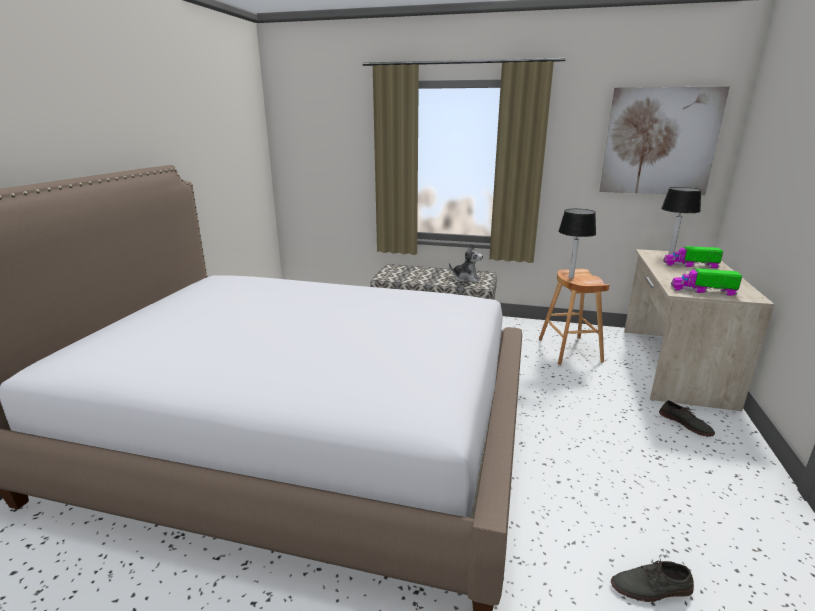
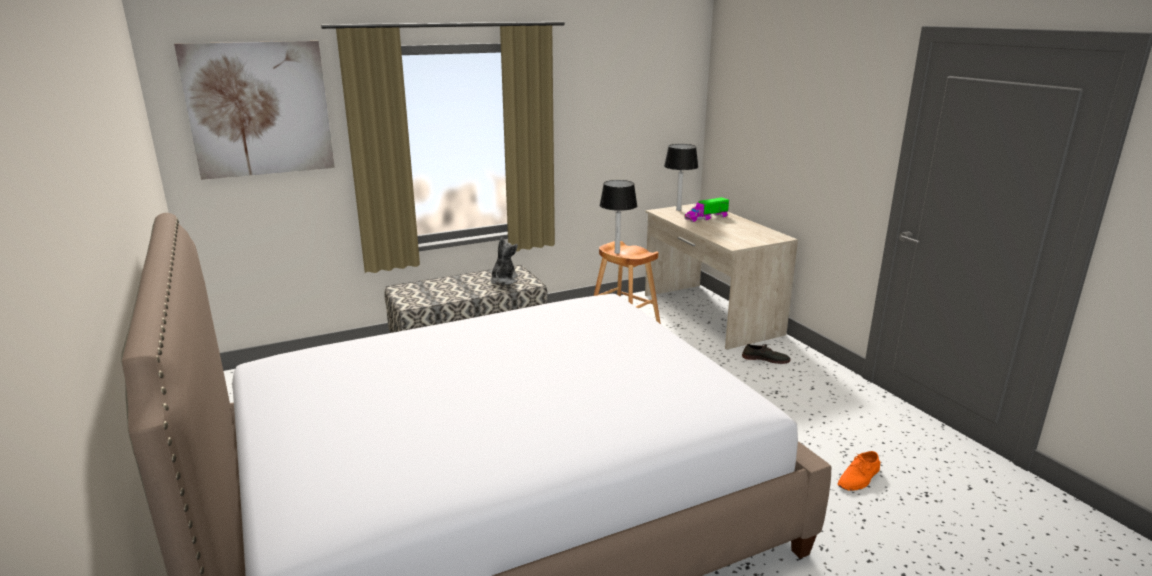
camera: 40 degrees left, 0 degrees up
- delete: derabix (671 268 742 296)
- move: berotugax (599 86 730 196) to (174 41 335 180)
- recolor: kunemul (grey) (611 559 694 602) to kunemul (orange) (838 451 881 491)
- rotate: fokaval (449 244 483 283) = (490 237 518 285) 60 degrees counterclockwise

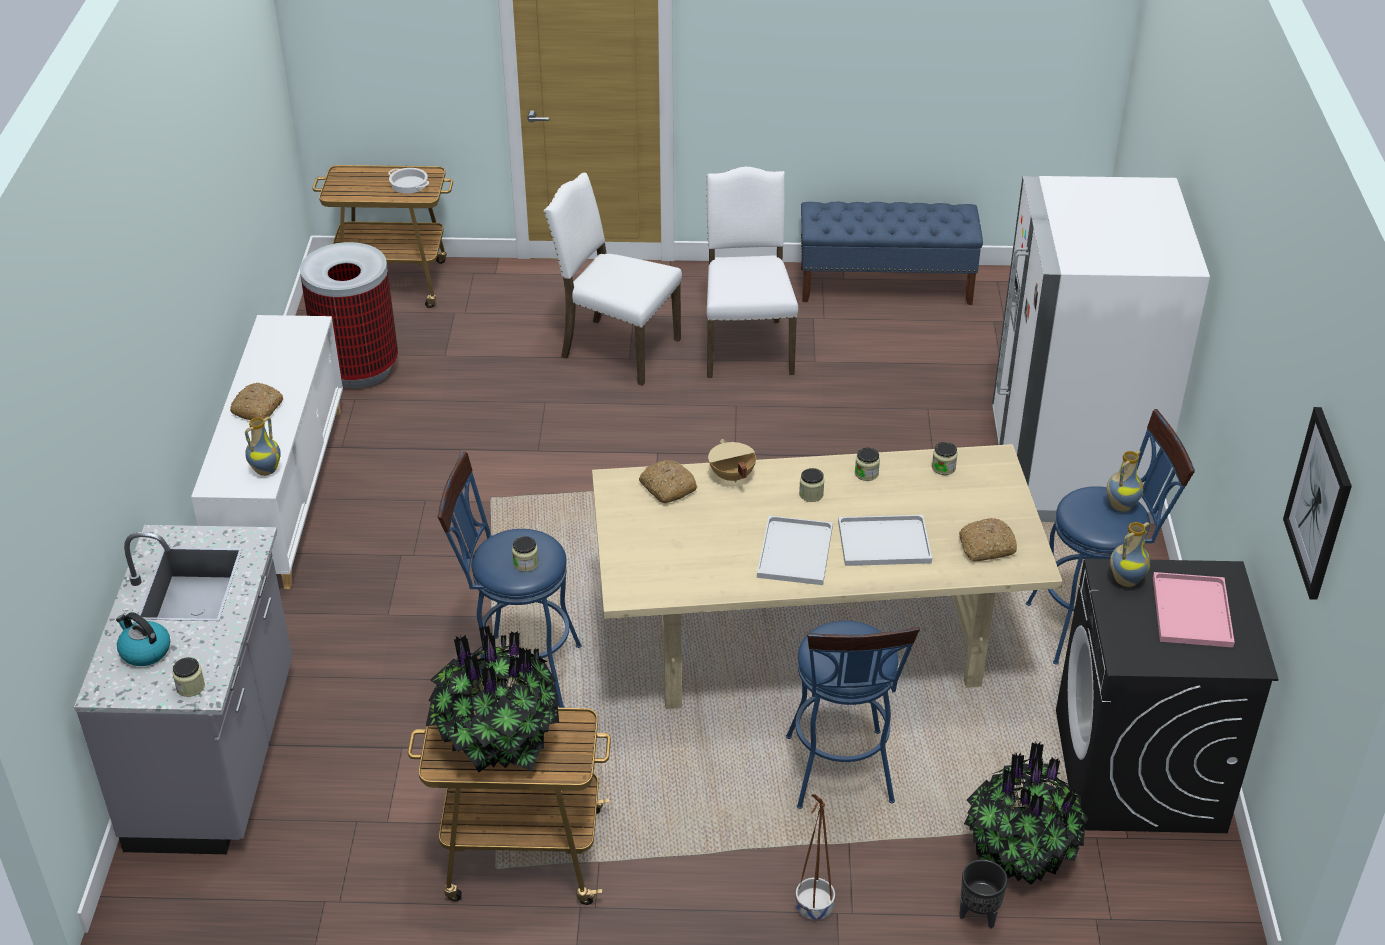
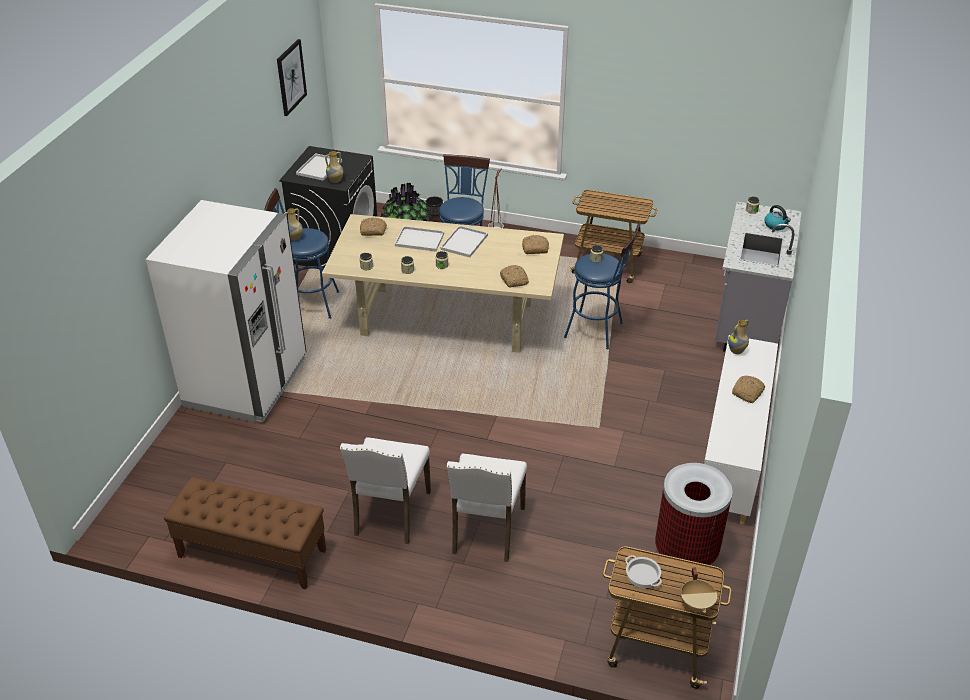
camera: 165 degrees left, 0 degrees up
- delete: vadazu (426 625 559 773)
- insert: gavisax (522 235 549 254)
- move: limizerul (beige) (708 439 756 483) to (681 567 717 613)
- recolor: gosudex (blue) (801 202 983 305) to gosudex (brown) (164 477 326 589)
- recolor: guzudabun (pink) (1153 572 1235 647) to guzudabun (white) (296 153 342 181)
- rotate: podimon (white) (543 173 682 386) = (446 453 527 562) 60 degrees clockwise

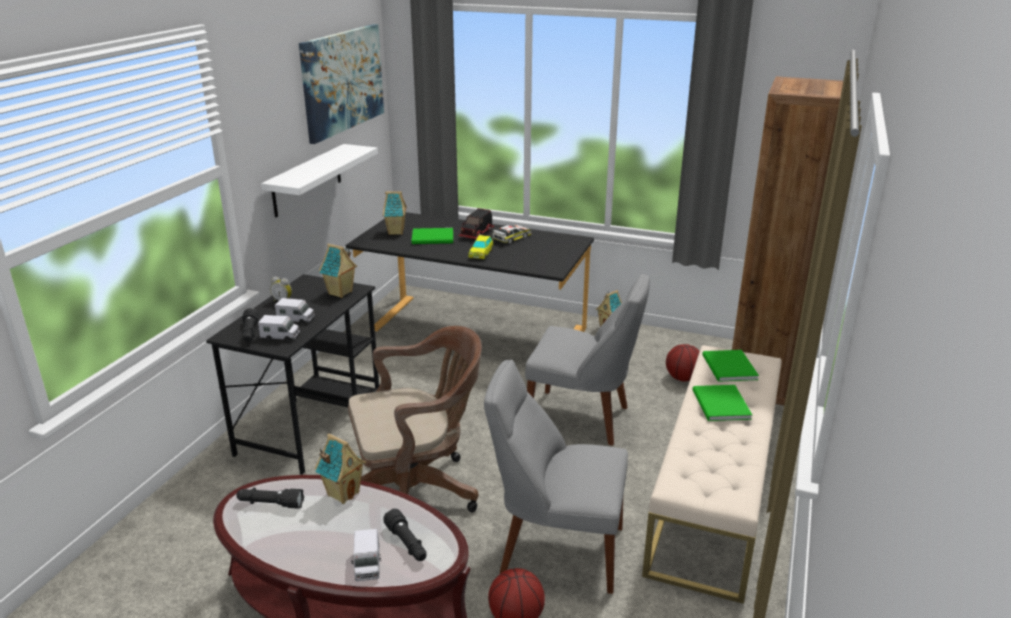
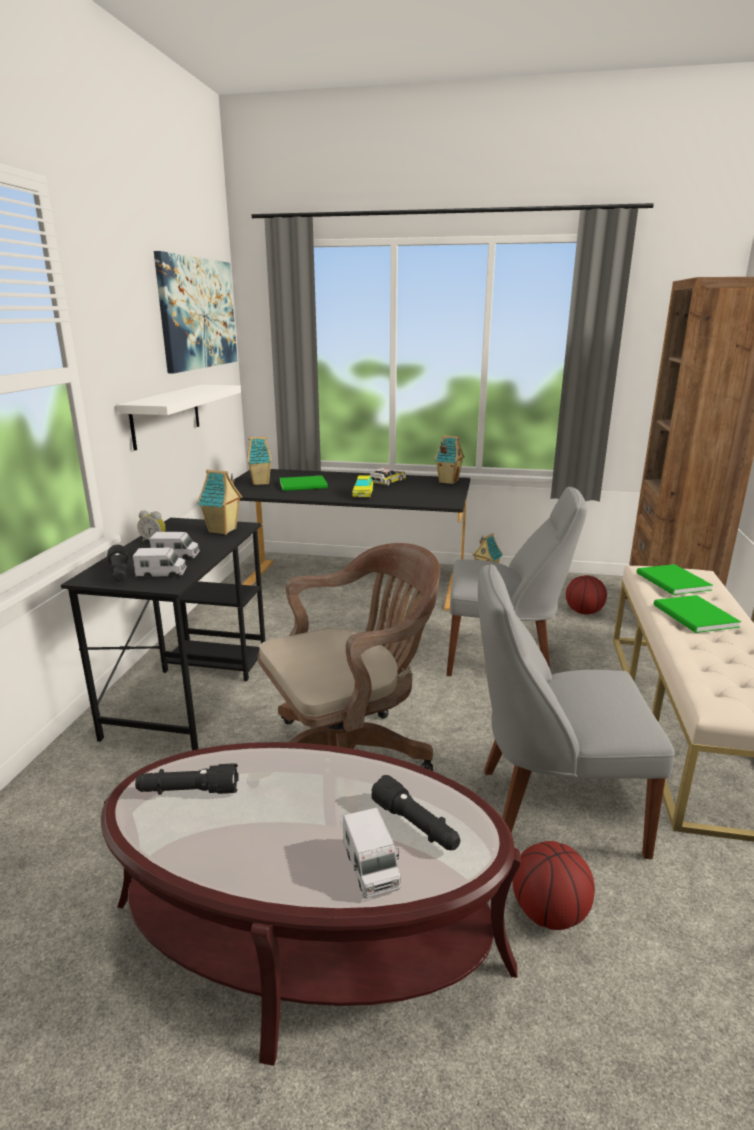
camera: 10 degrees left, 5 degrees down
- delete: derabix (458 208 494 239)
- move: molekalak (315 434 366 504) to (434 435 465 484)

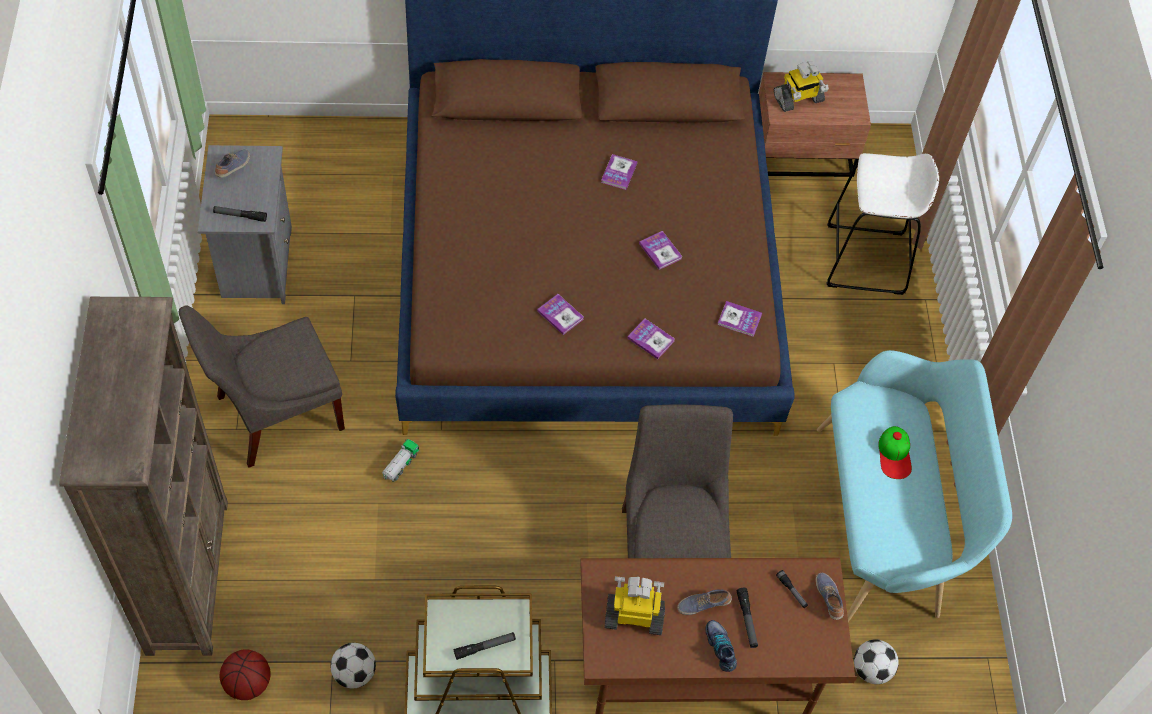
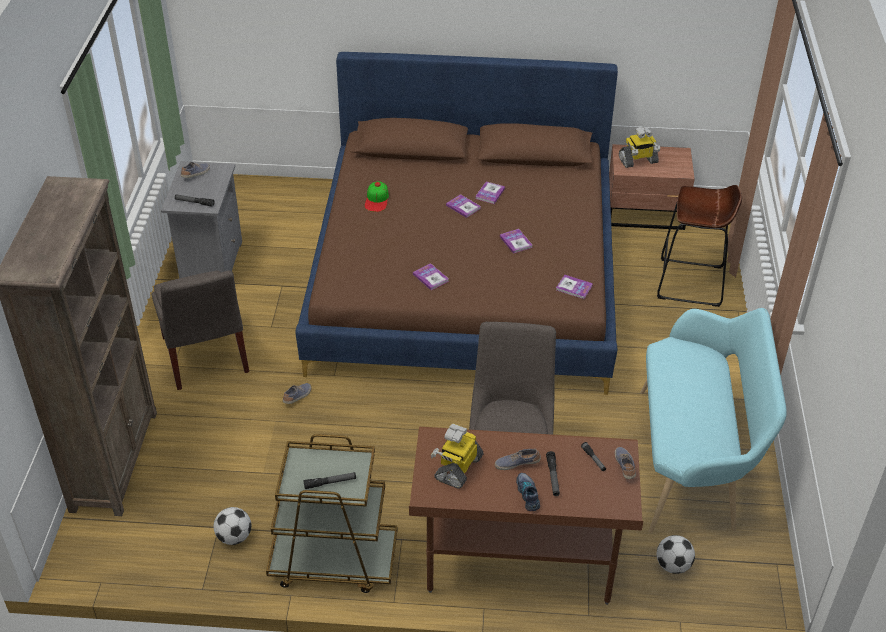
camera: 10 degrees right, 15 degrees down
- delete: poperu (220 649 271 700)
- move: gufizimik (627 318 675 359) to (446 194 481 218)
- move: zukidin (878 426 912 479) to (365 181 389 212)
- replace: derabix (382 439 419 482) to kunemul (283 383 311 404)
- recolor: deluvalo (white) (827 153 939 295) to deluvalo (brown) (657 185 742 307)
- rotate: podimon (grey) (179 305 345 468) = (152 271 249 390) 90 degrees counterclockwise
- rotate: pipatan (604 576 665 635) = (431 423 484 489) 75 degrees counterclockwise

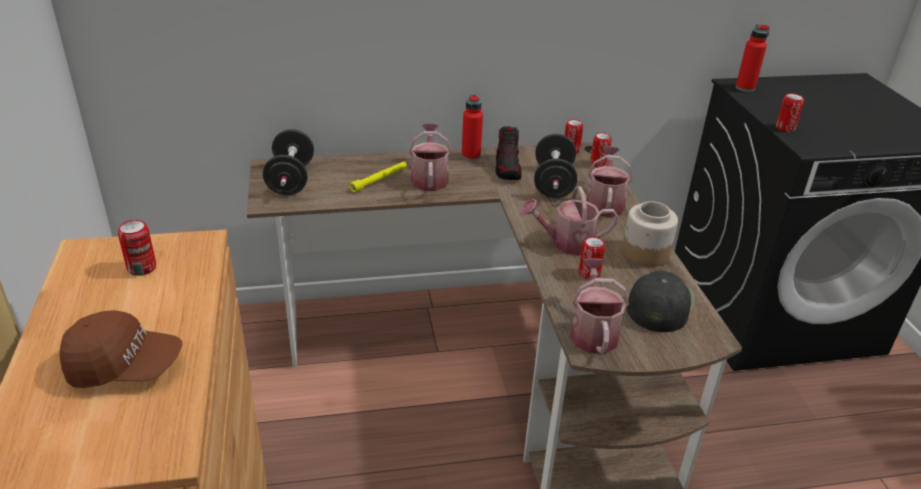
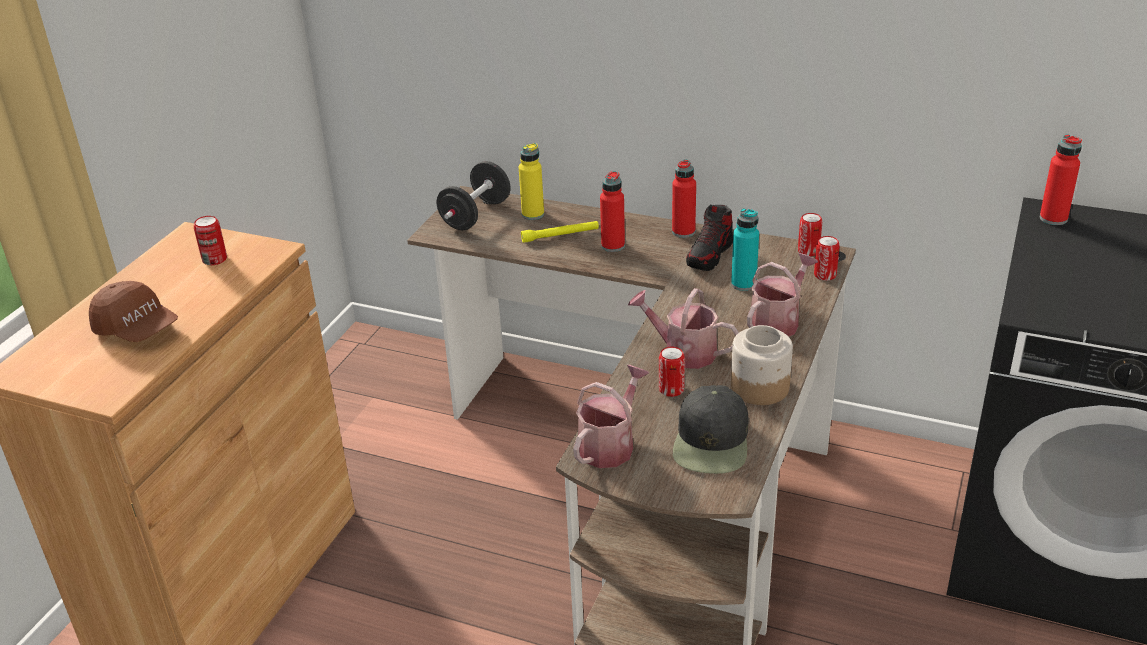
camera: 35 degrees right, 0 degrees up
- delete: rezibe (776 93 804 132)
- insert: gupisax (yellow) (519 143 544 220)
- replace: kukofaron (409 123 452 191) to gupisax (red) (600 171 625 252)
- replace: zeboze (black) (534 134 577 198) to gupisax (turquoise) (731 208 759 291)
- rotate: zukidin (black) (627 270 695 332) = (673 385 748 474) 135 degrees clockwise

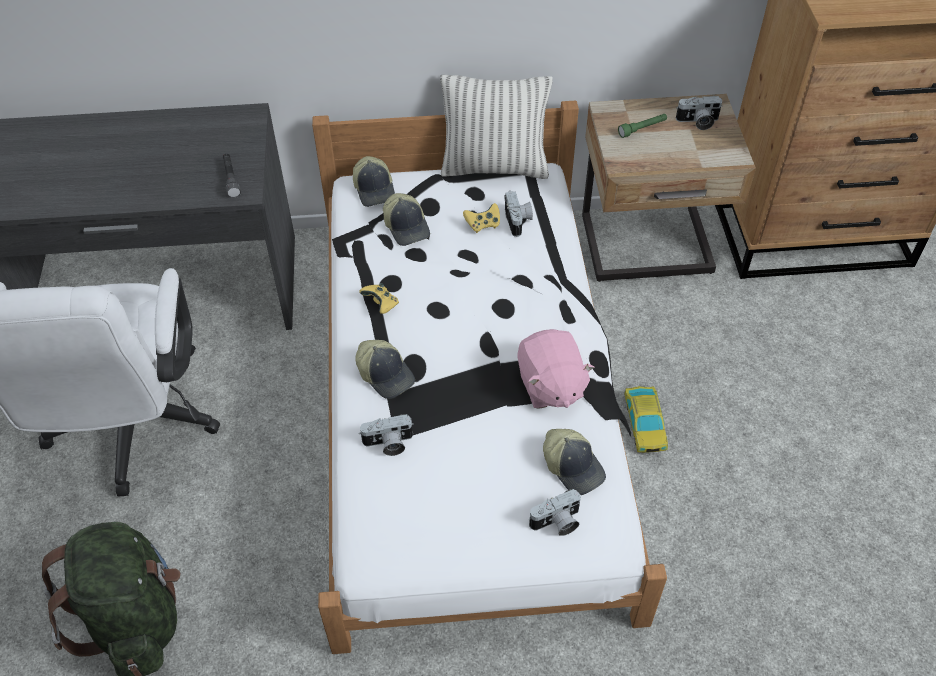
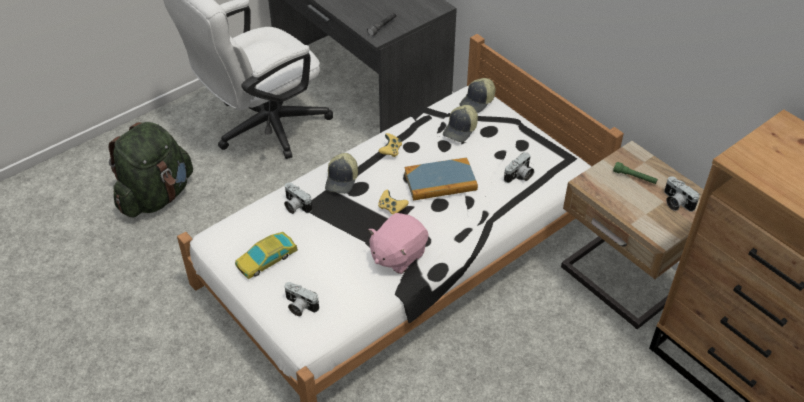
camera: 55 degrees right, 5 degrees down
- delete: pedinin (440 75 553 179)
- delete: zukidin (543 429 606 495)
- insert: gufizimik (404 158 478 201)
- move: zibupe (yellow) (463 203 500 233) to (378 190 409 215)
- move: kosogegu (624 386 668 453) to (235 232 298 279)

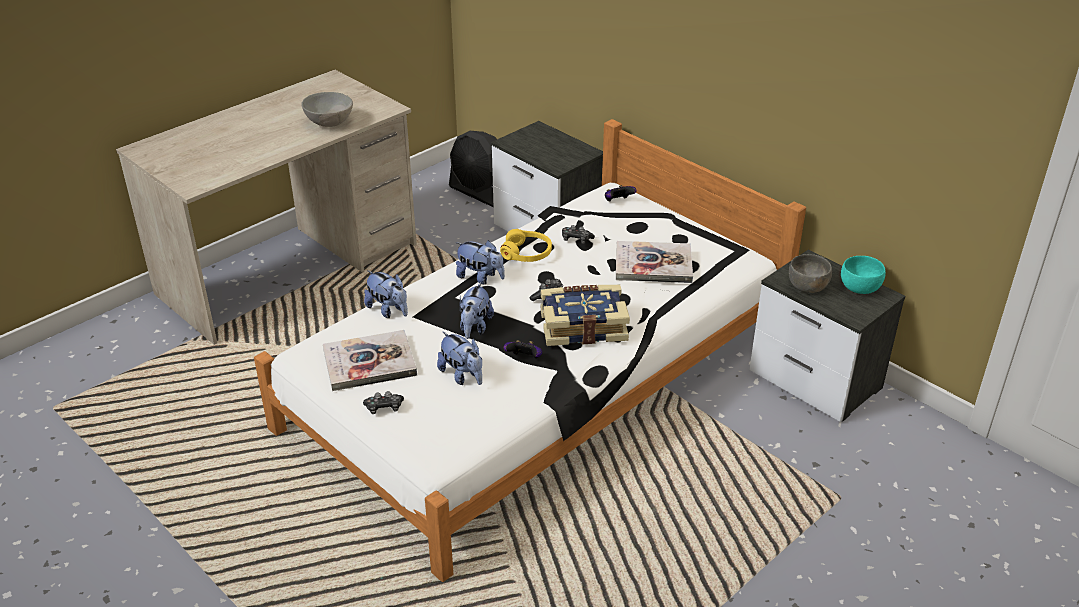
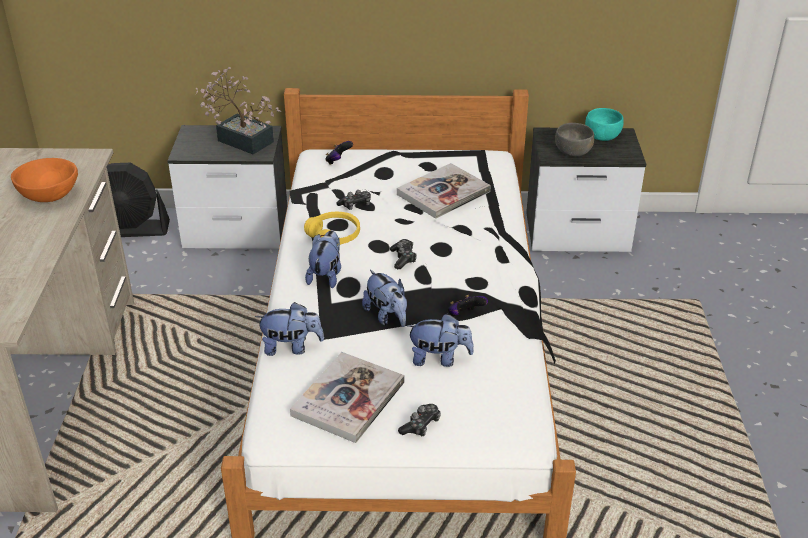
camera: 45 degrees left, 0 degrees up
- delete: gufizimik (540 285 630 346)
- insert: vadazu (196 67 281 154)
- recolor: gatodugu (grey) (301 92 353 127) to gatodugu (orange) (11 158 78 202)
- rotate: fokaval (455 240 505 284) = (305 230 341 288) 60 degrees counterclockwise

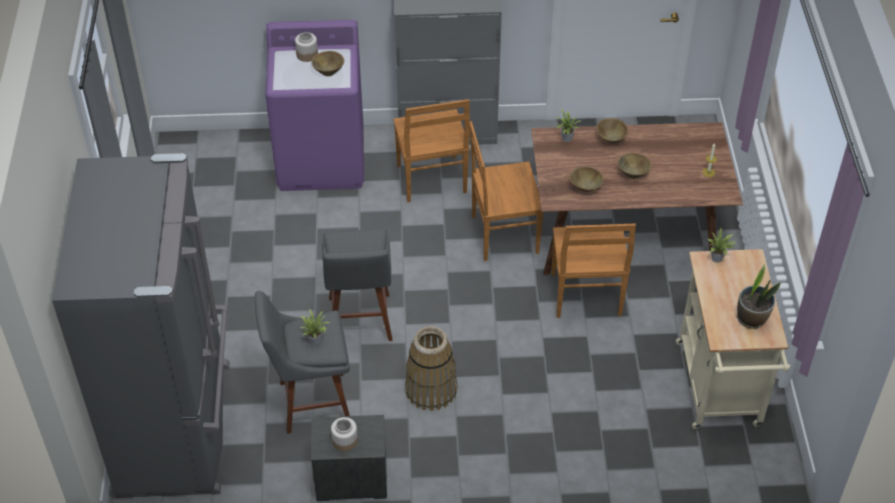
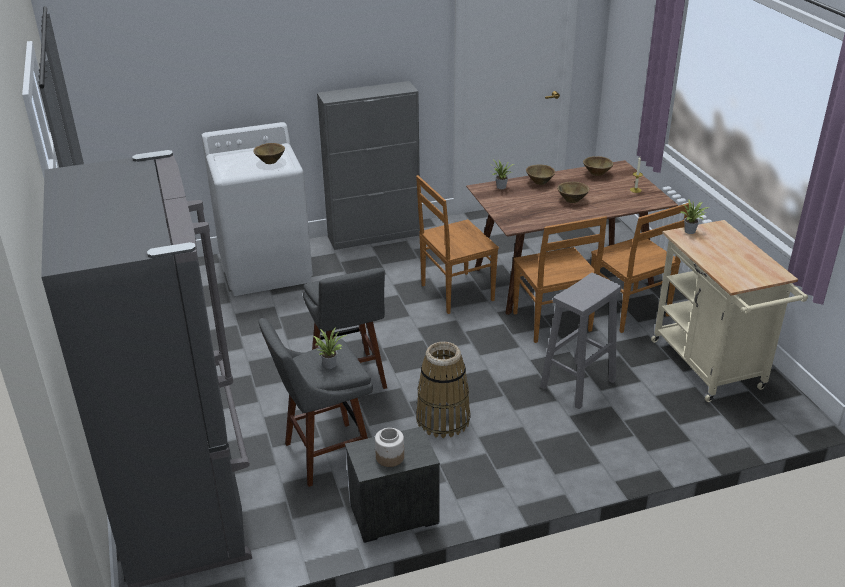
camera: 15 degrees left, 15 degrees down
- delete: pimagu (295 32 318 62)
- delete: vadazu (737 264 781 329)
- insert: deluvalo (grey) (540 273 622 409)
- move: podimon (brown) (393 99 470 202) to (591 203 692 333)
- move: gatodugu (brown) (570 166 604 192) to (583 156 613 176)
- recolor: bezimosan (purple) (265 20 364 191) to bezimosan (white) (201 122 313 296)

